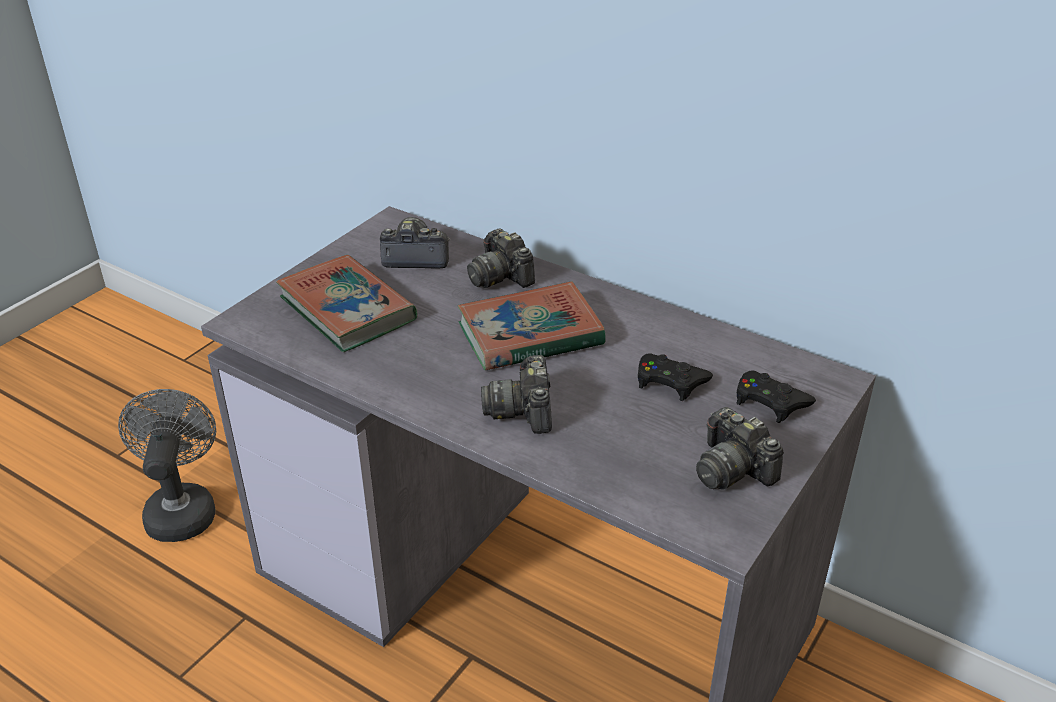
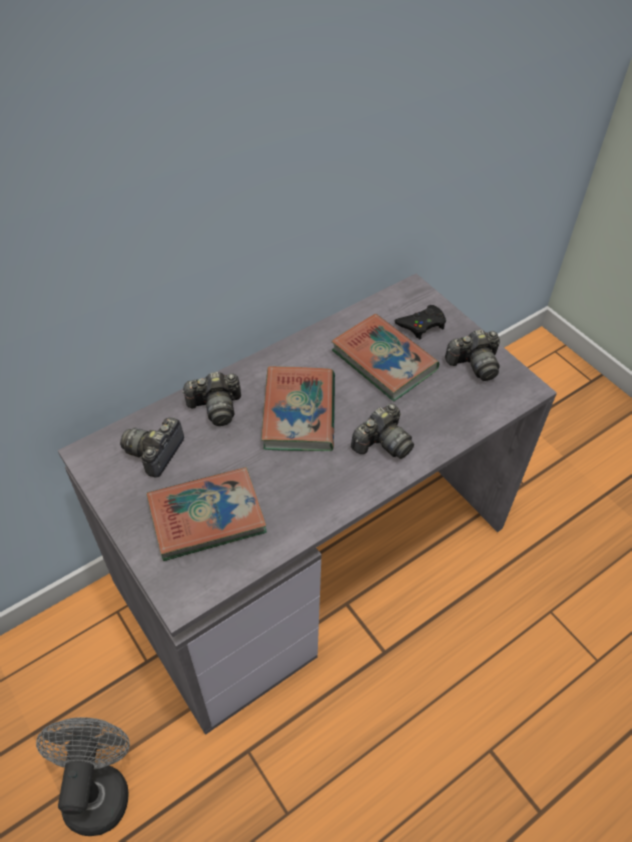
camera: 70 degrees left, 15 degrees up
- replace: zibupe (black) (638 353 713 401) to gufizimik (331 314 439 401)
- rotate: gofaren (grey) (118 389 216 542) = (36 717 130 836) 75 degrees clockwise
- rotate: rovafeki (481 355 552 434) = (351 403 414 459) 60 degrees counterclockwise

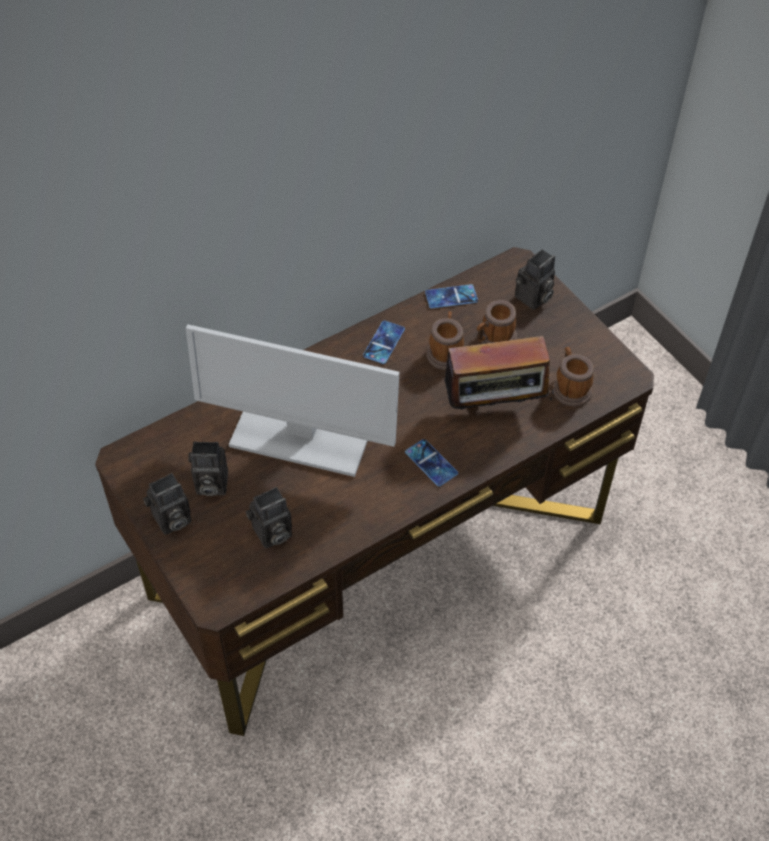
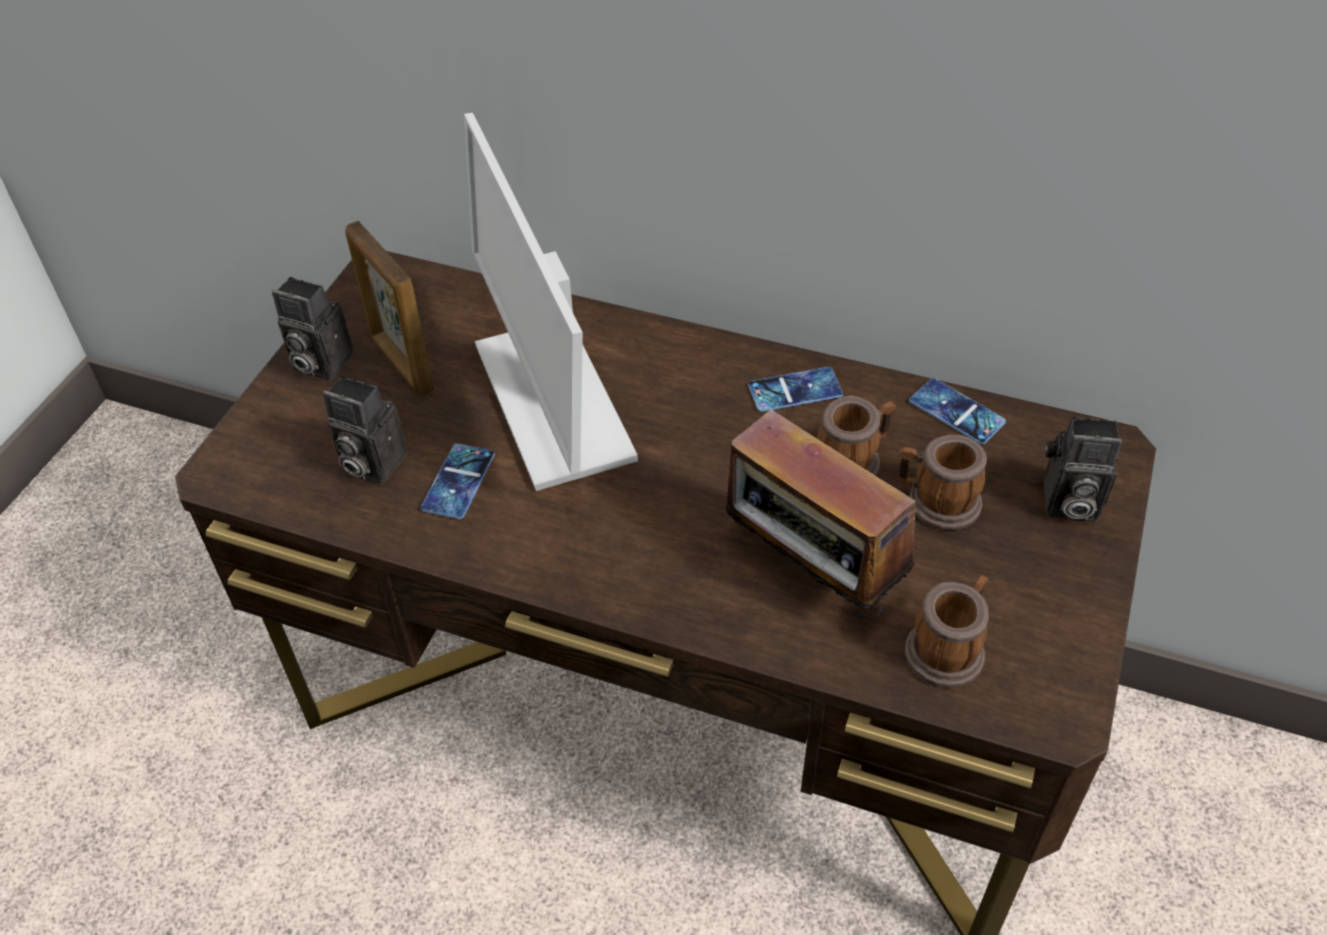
camera: 55 degrees right, 5 degrees down
- move: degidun (405 439 458 486) to (421 443 495 519)
- replace: rovafeki (188 442 228 496) to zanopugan (345 221 434 396)

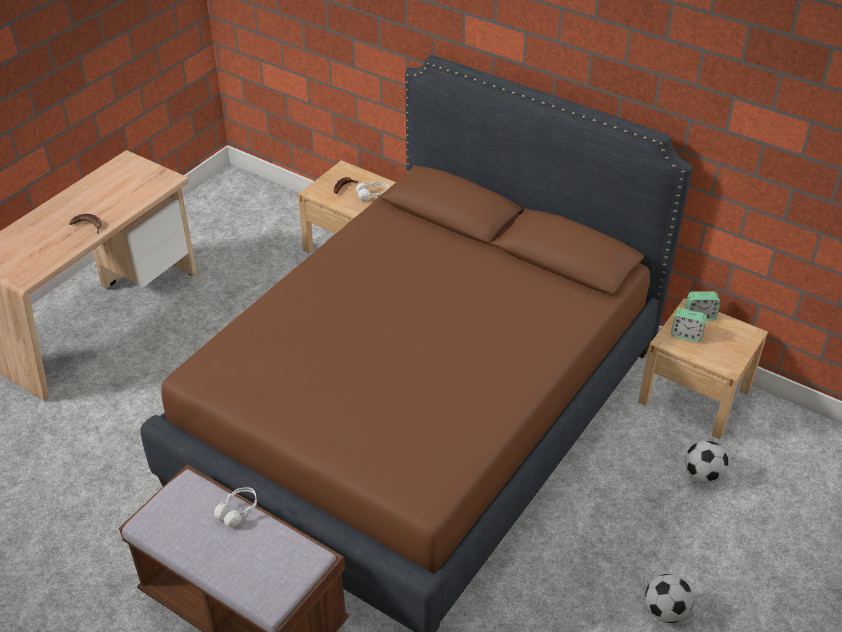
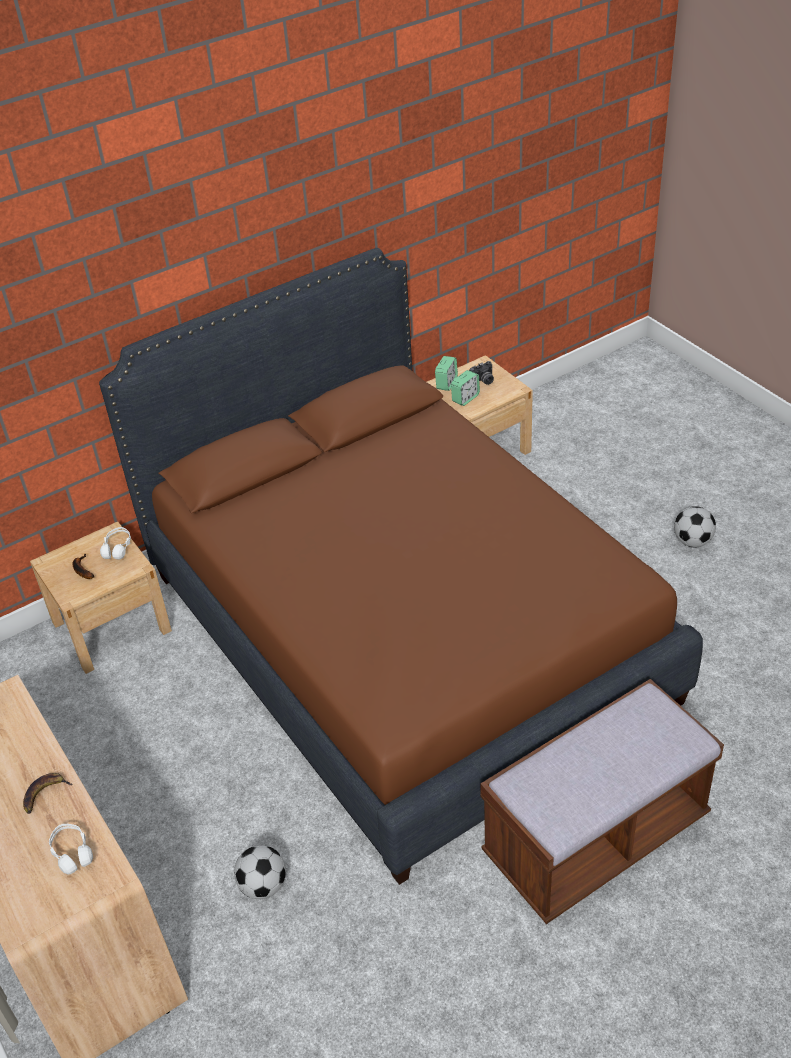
camera: 65 degrees left, 0 degrees up
- insert: rovafeki (469 361 494 385)
- move: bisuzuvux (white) (214 487 257 527) to (49 824 93 875)
- move: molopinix (685 441 729 484) to (234 845 286 899)

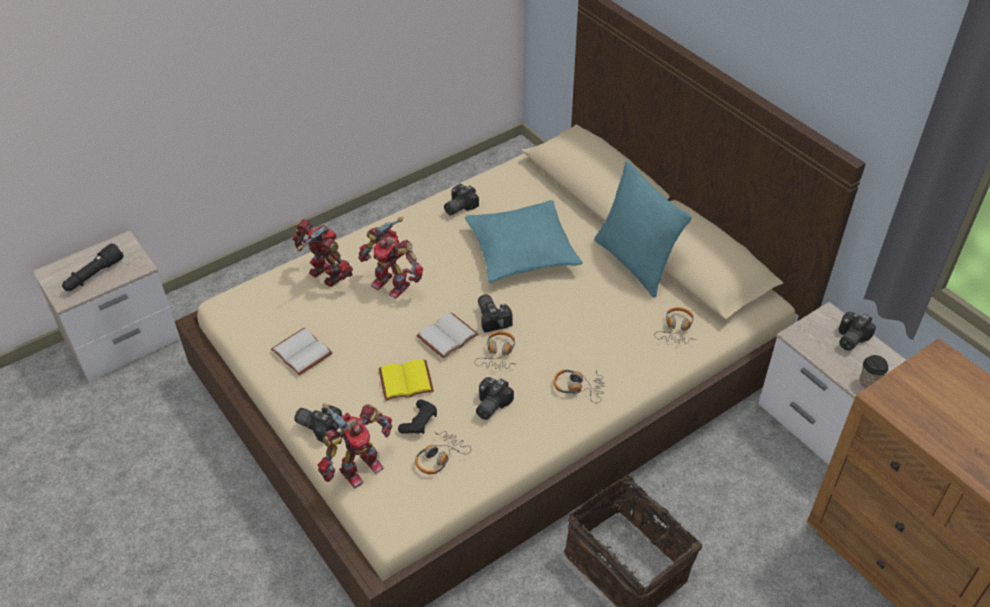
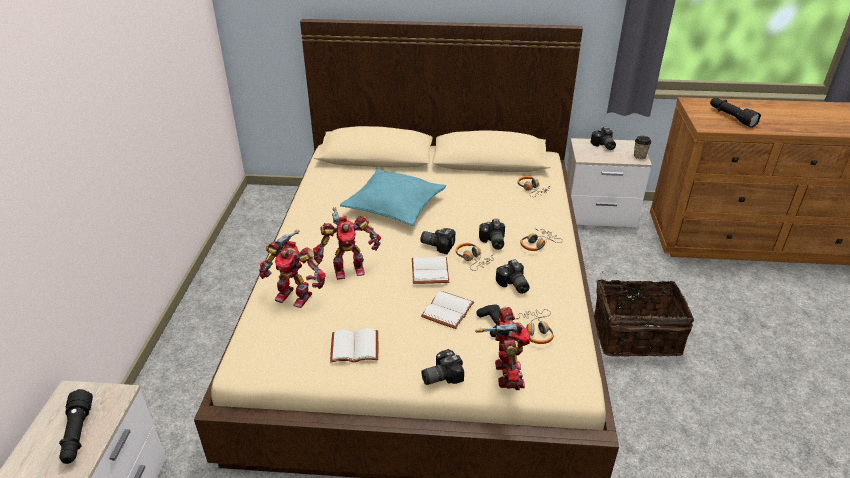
camera: 50 degrees left, 10 degrees down
- delete: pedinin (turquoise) (594 161 692 298)
- insert: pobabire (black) (710 98 761 128)
- move: rovafeki (444 184 479 215) to (479 219 505 250)
- recolor: gufizimik (yellow) (379 359 434 401) to gufizimik (white) (421 291 474 329)
- rotate: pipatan (293 219 353 287) = (259 229 325 308) 150 degrees counterclockwise

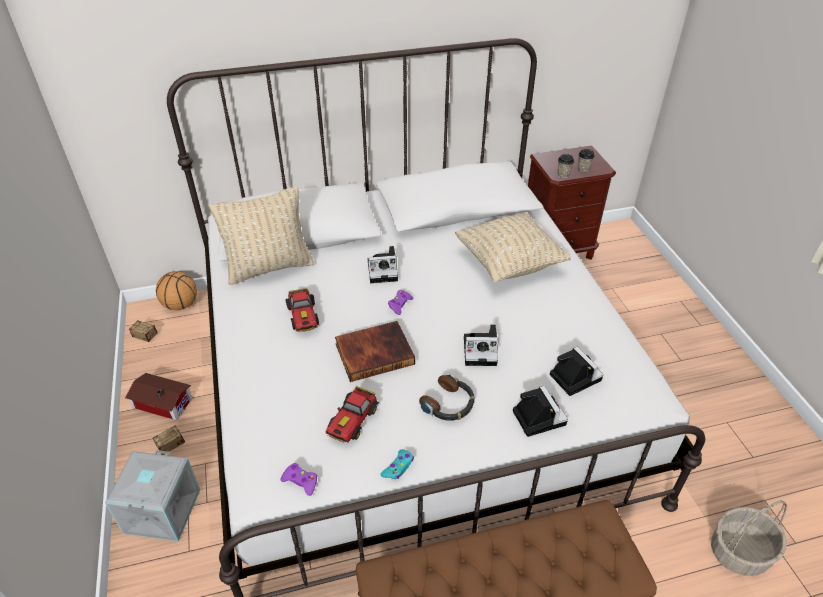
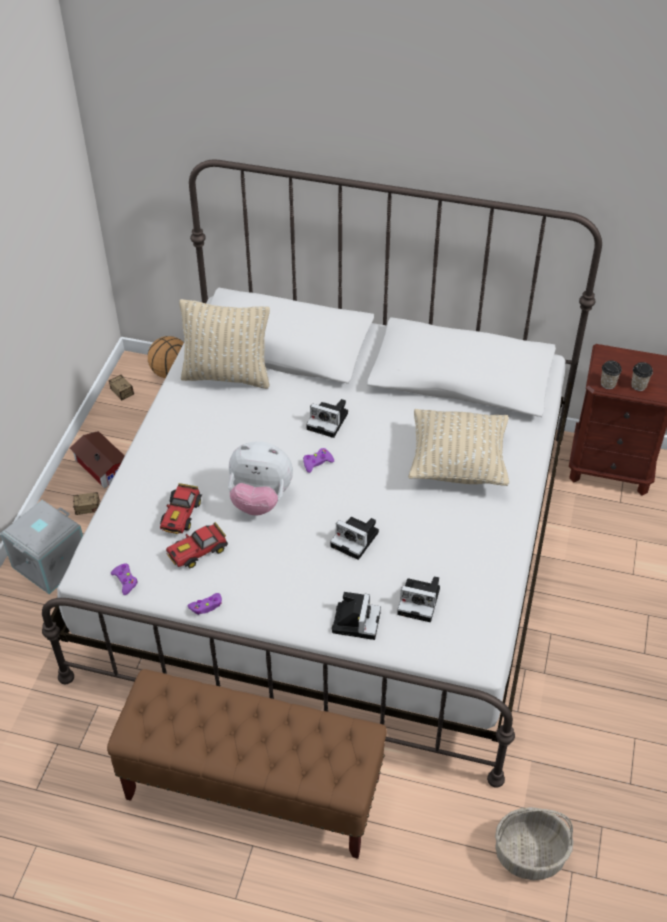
camera: 30 degrees right, 5 degrees up
- delete: bisuzuvux (419 374 475 421)
- move: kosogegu (285 288 319 332) to (160 483 202 534)
- replace: gufizimik (335 321 415 382) to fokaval (228 441 293 516)
- recolor: zibupe (turquoise) (381 450 414 479) to zibupe (purple) (188 593 222 615)
- rotate: rovafeki (550 347 603 396) = (397 576 440 622) 105 degrees clockwise

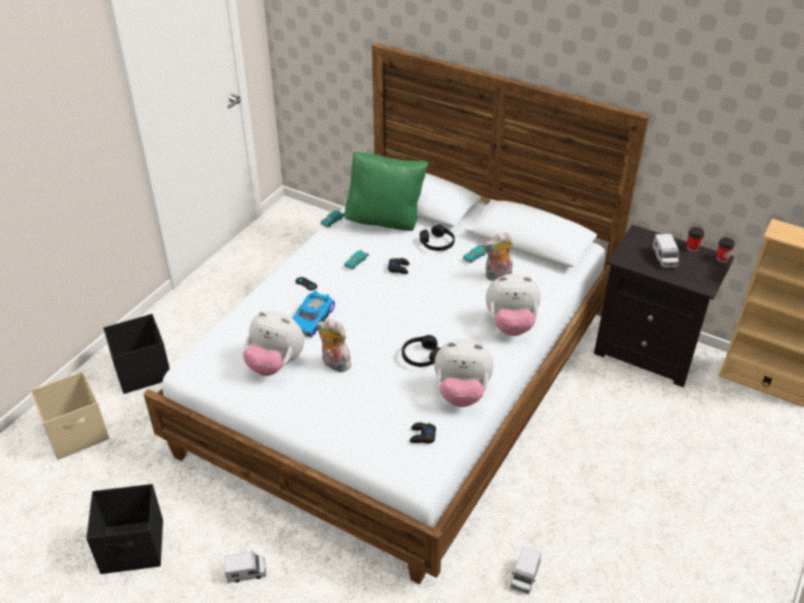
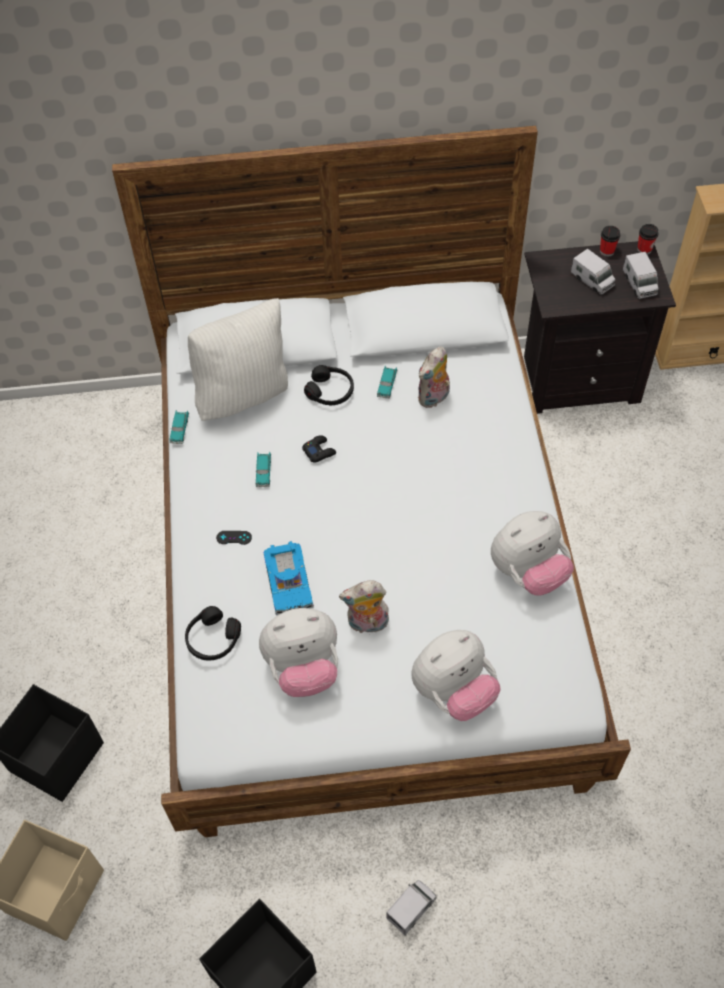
camera: 35 degrees left, 15 degrees up
- delete: zibupe (black) (410 422 436 443)
- move: bisuzuvux (black) (402 335 440 367) to (185 606 241 661)
- move: fokaval (486 274 540 336) to (411 630 501 721)
- move: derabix (510 547 541 595) to (623 252 659 299)
- recolor: pedinin (green) (345 151 429 231) to pedinin (white) (188 298 288 421)

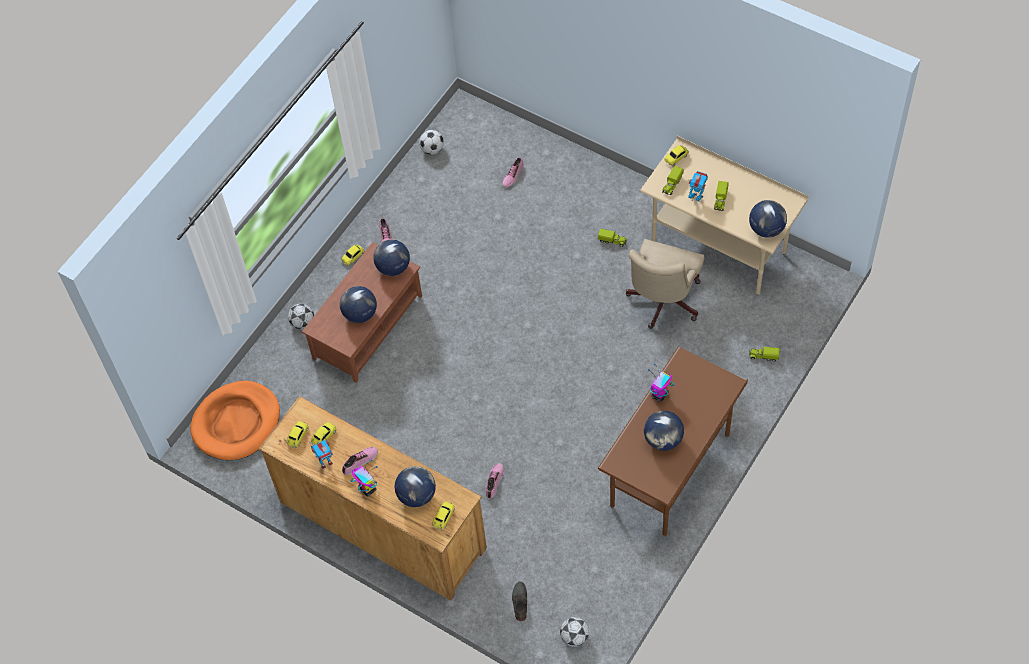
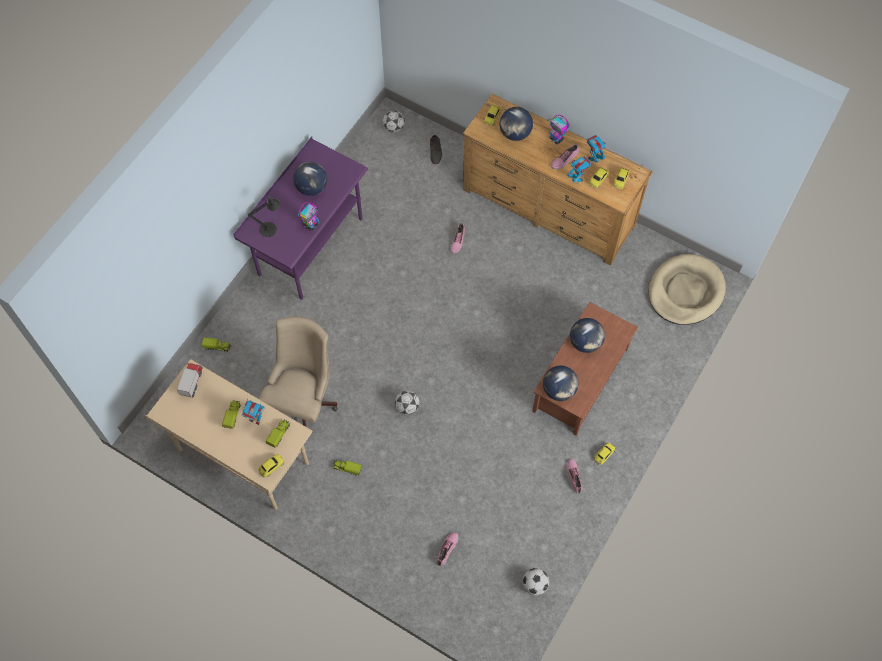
camera: 175 degrees right, 5 degrees up
- insert: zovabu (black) (248 197 281 237)
- insert: pipatan (567 156 591 184)
- move: molopinix (288 304 314 330) to (395 390 420 415)
- replace: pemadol (749 200 787 238) to derabix (177 363 203 397)
- recolor: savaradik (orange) (190 381 280 460) to savaradik (beige) (649 254 726 325)
- recolor: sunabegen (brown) (598 347 748 536) to sunabegen (purple) (233 137 368 300)

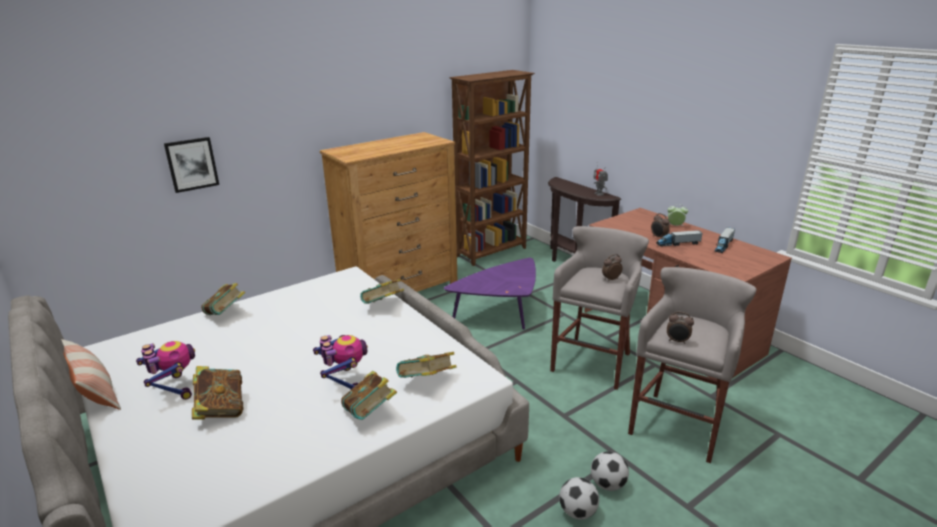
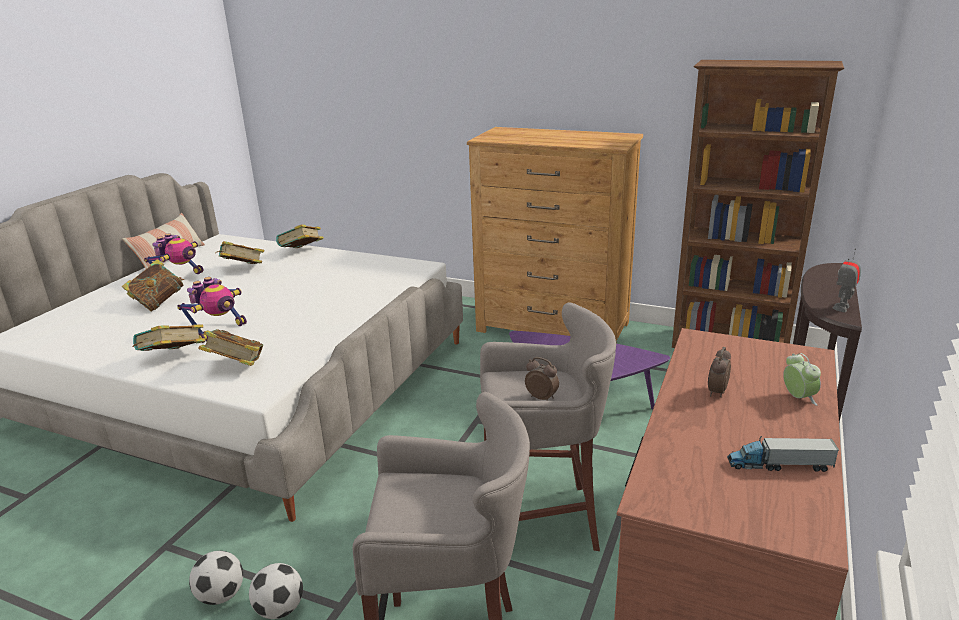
camera: 60 degrees right, 0 degrees up
- delete: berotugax (164 137 219 193)
- delete: derabix (656 230 703 247)
- delete: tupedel (667 312 694 344)
- move: gufizimik (360 279 404 304) to (215 241 264 264)

